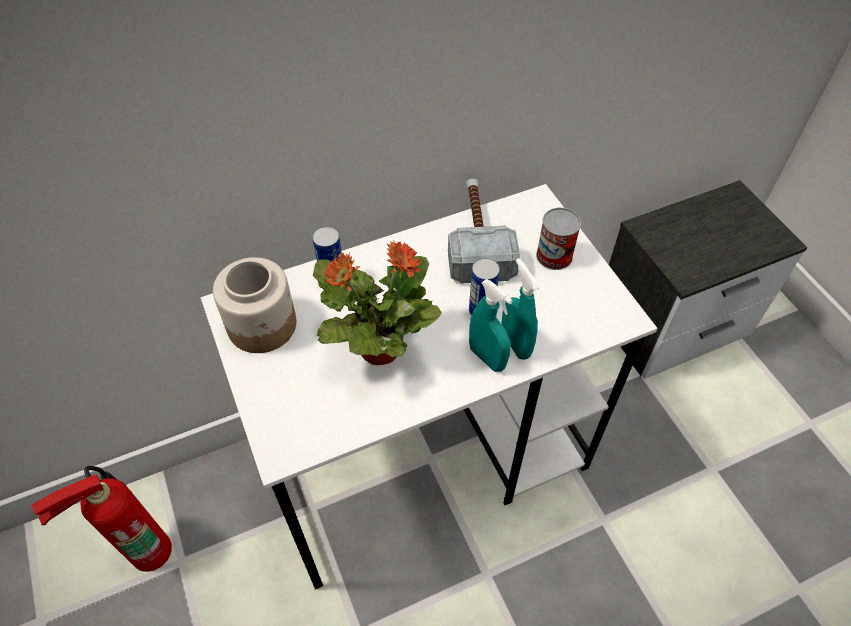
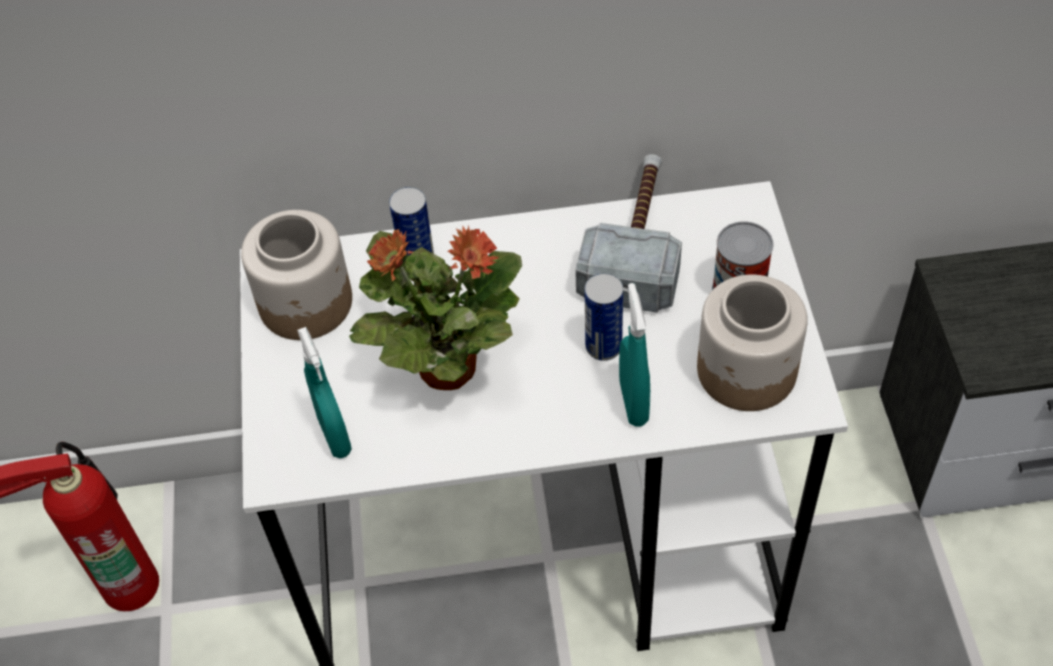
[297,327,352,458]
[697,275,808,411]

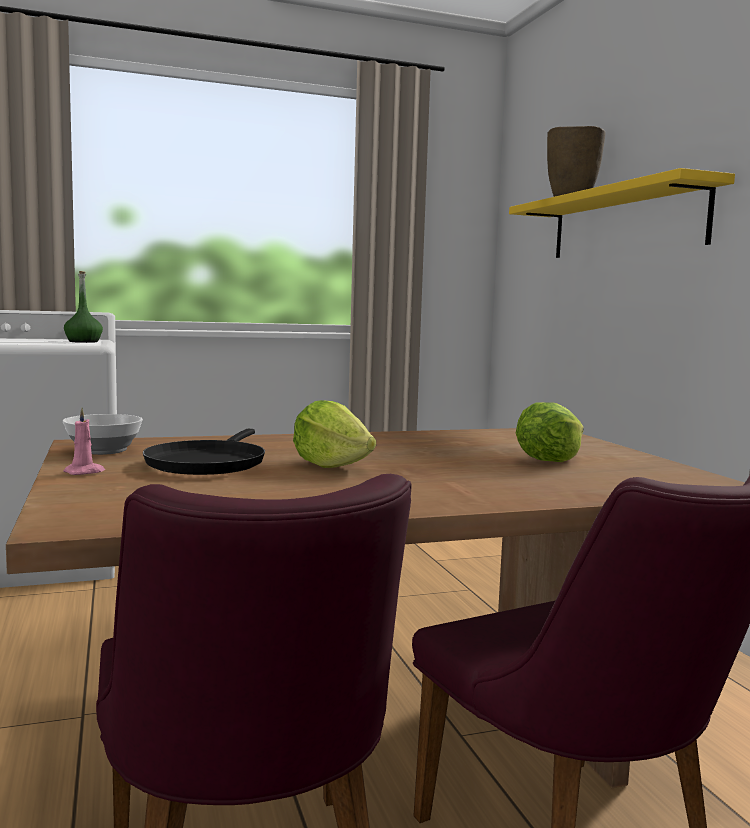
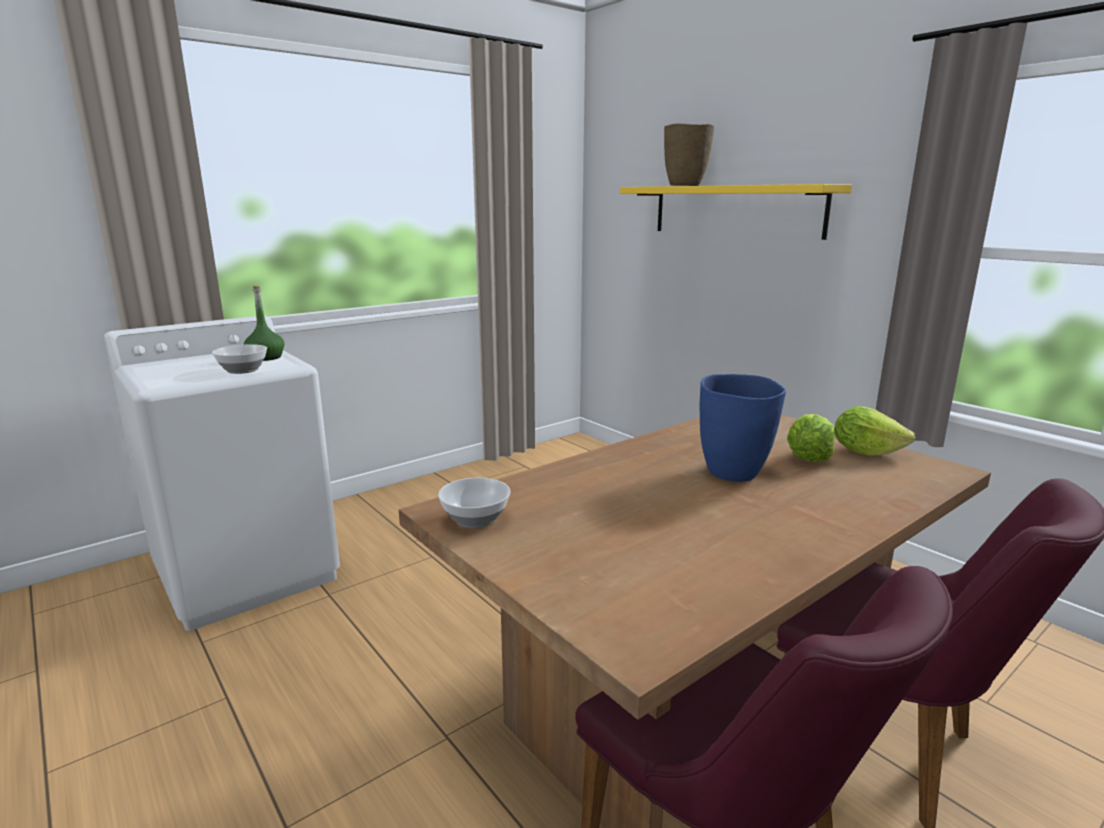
[63,408,105,475] (first image)
[143,429,265,475] (first image)
[834,406,915,456]
[212,344,267,374]
[700,374,786,482]

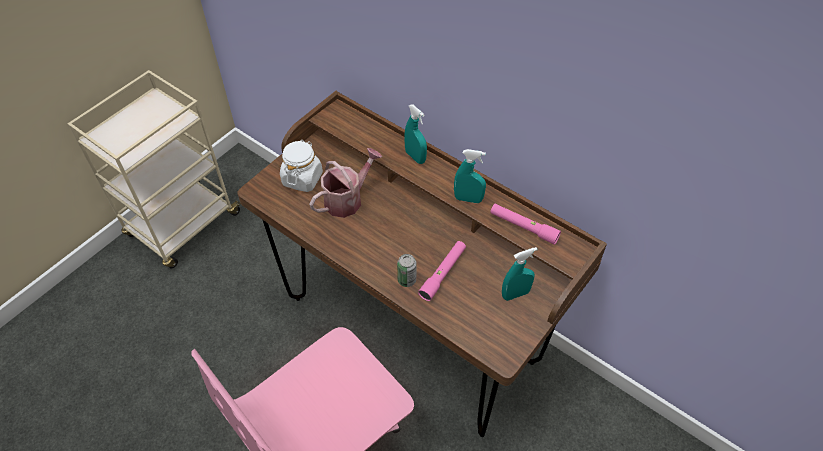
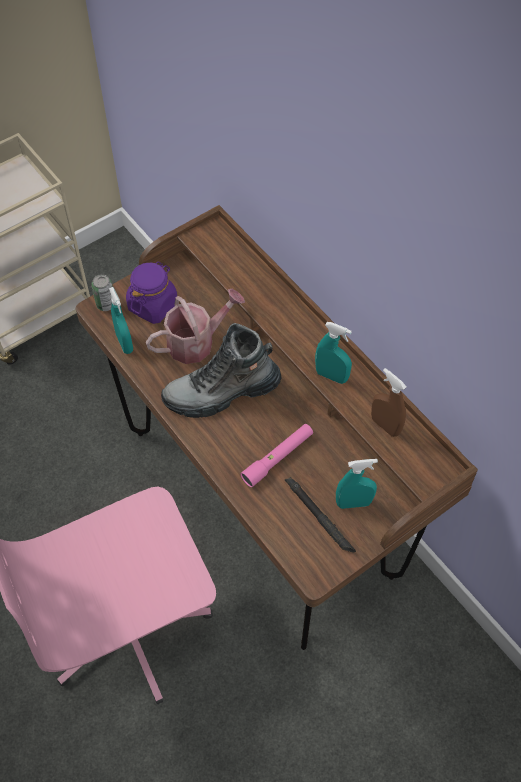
[126,261,177,324]
[91,274,113,311]
[109,287,133,354]
[371,368,407,437]
[161,323,282,418]
[285,477,356,552]

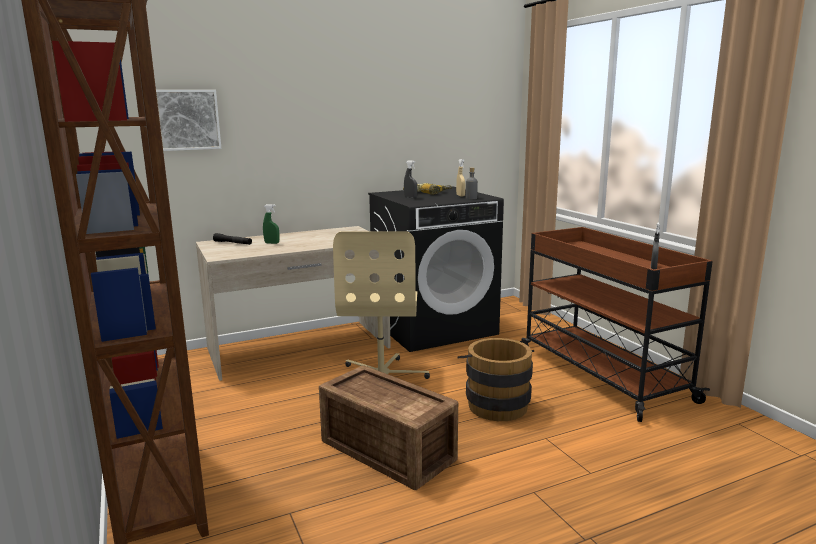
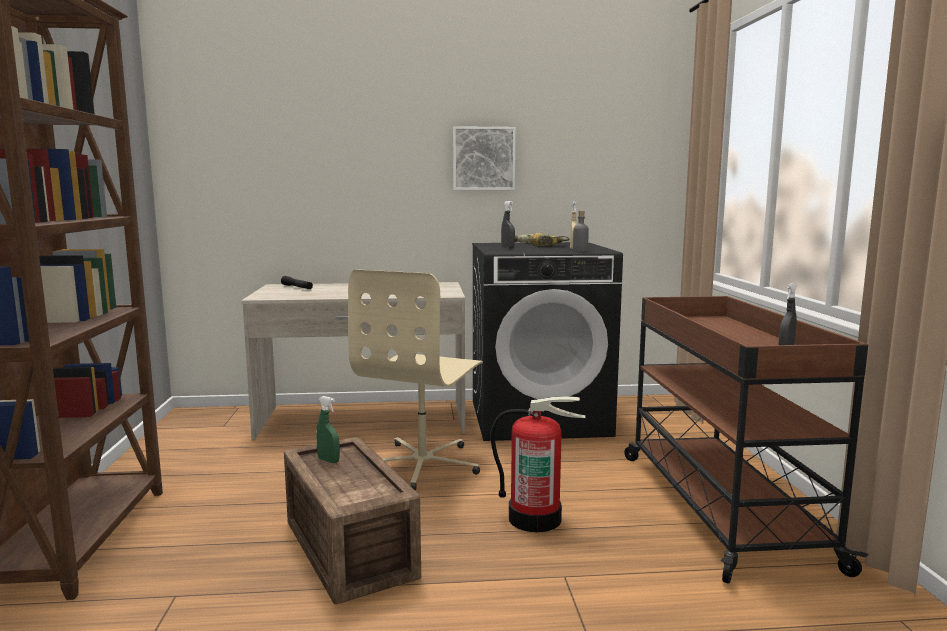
[453,126,516,190]
[316,396,340,463]
[490,396,586,533]

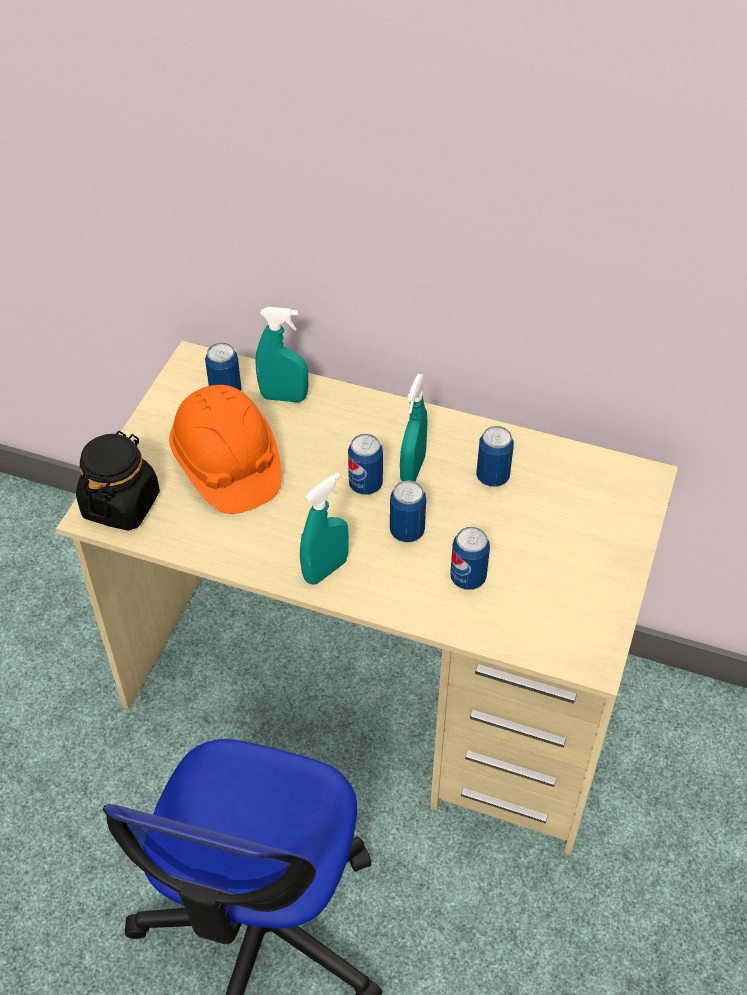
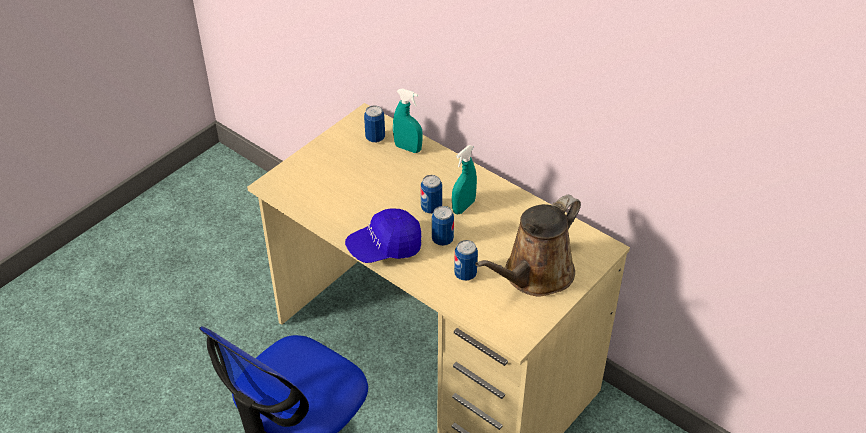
[76,431,160,531] (first image)
[169,385,282,514] (first image)
[345,208,421,263]
[476,426,514,487] (first image)
[475,195,581,296]

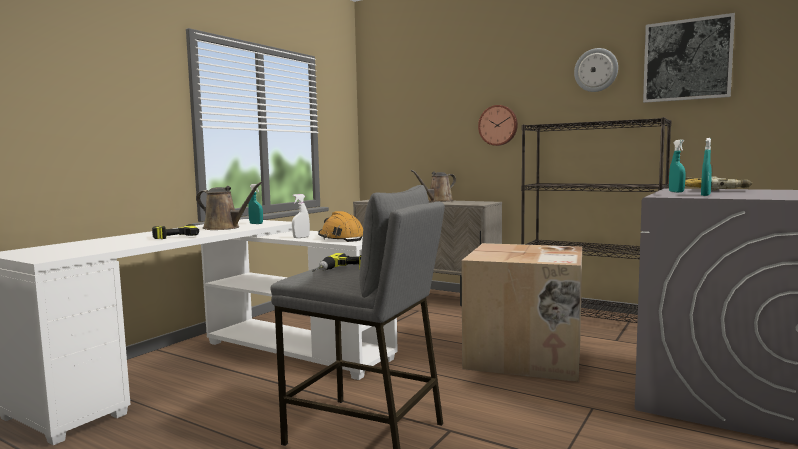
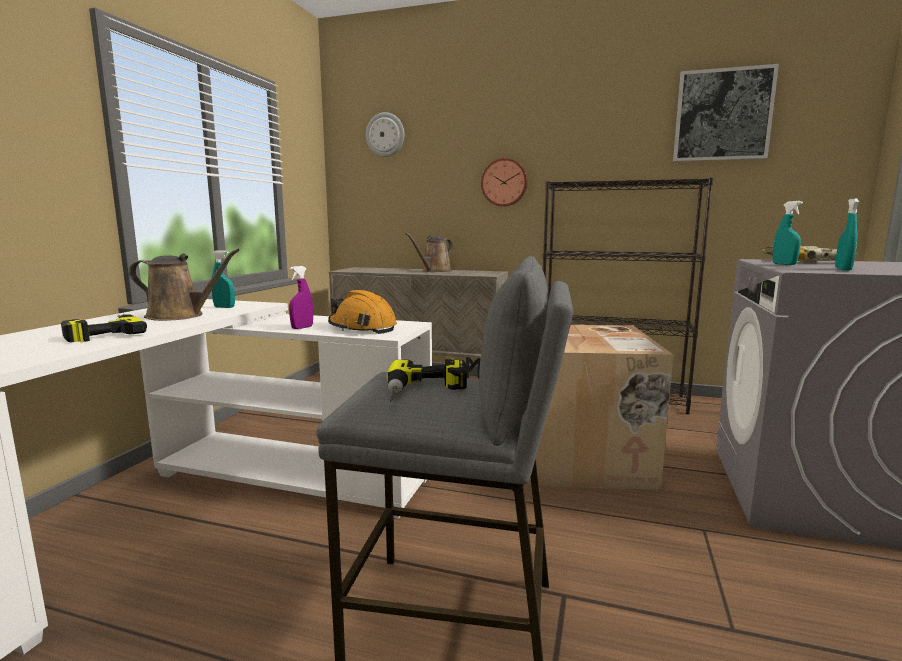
[289,266,313,329]
[366,112,404,157]

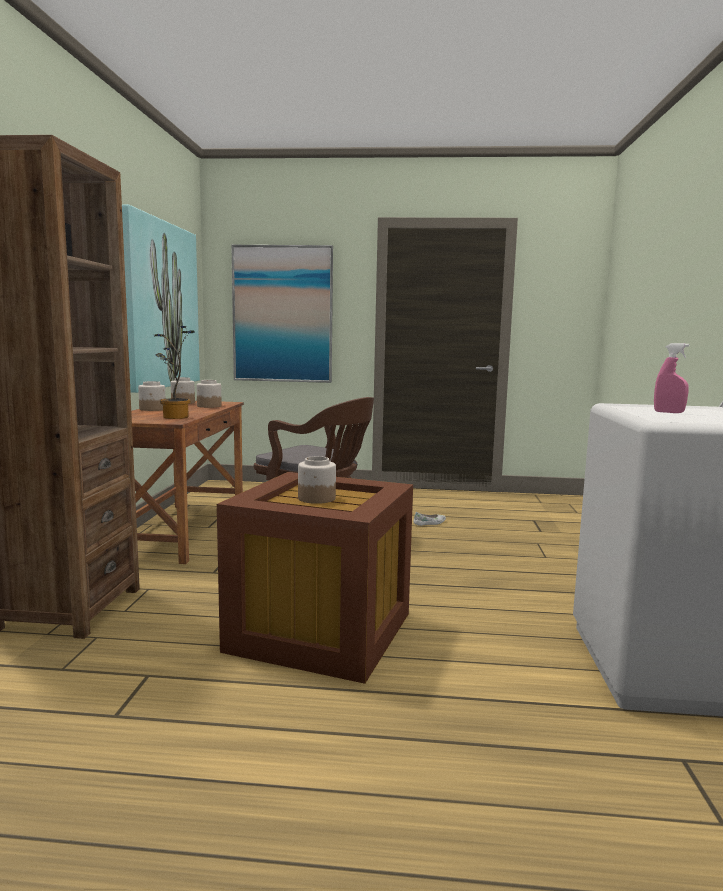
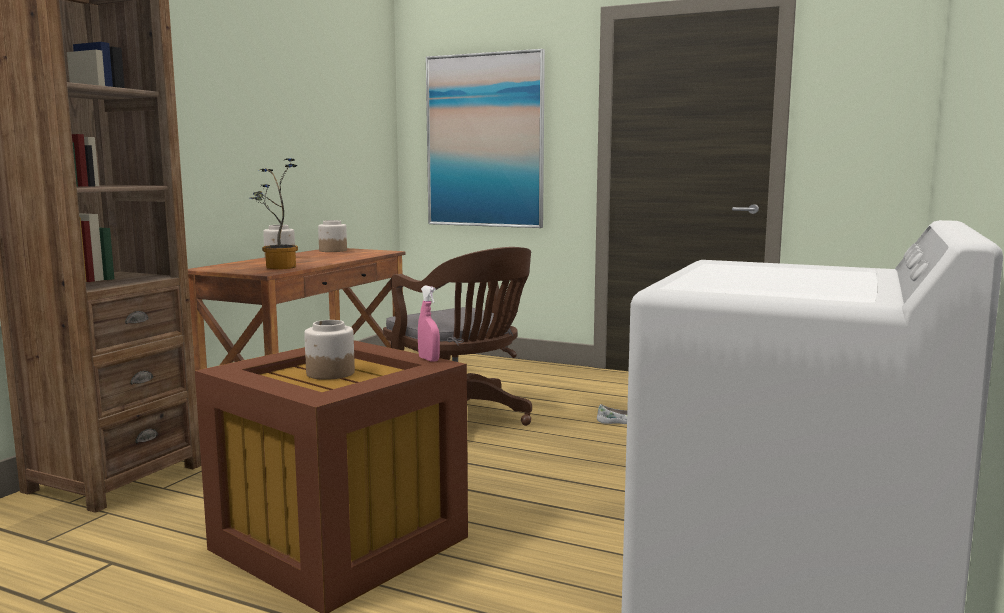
[122,204,200,393] (first image)
[196,380,222,408] (first image)
[418,286,440,362]

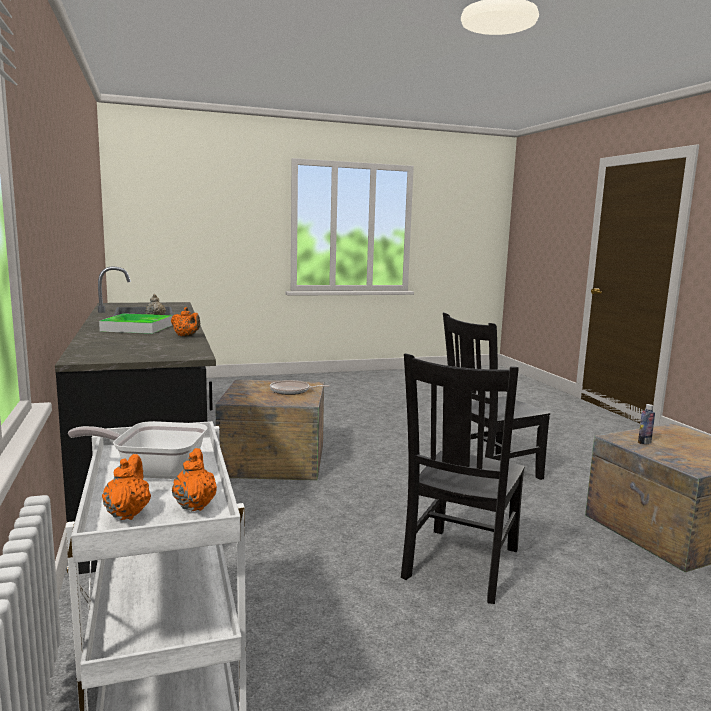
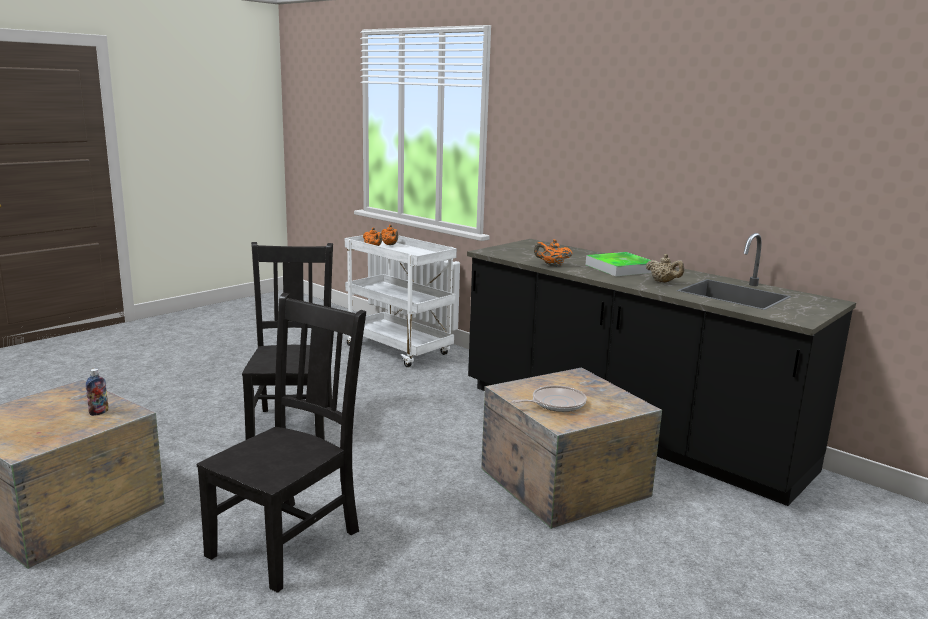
[68,421,208,479] (first image)

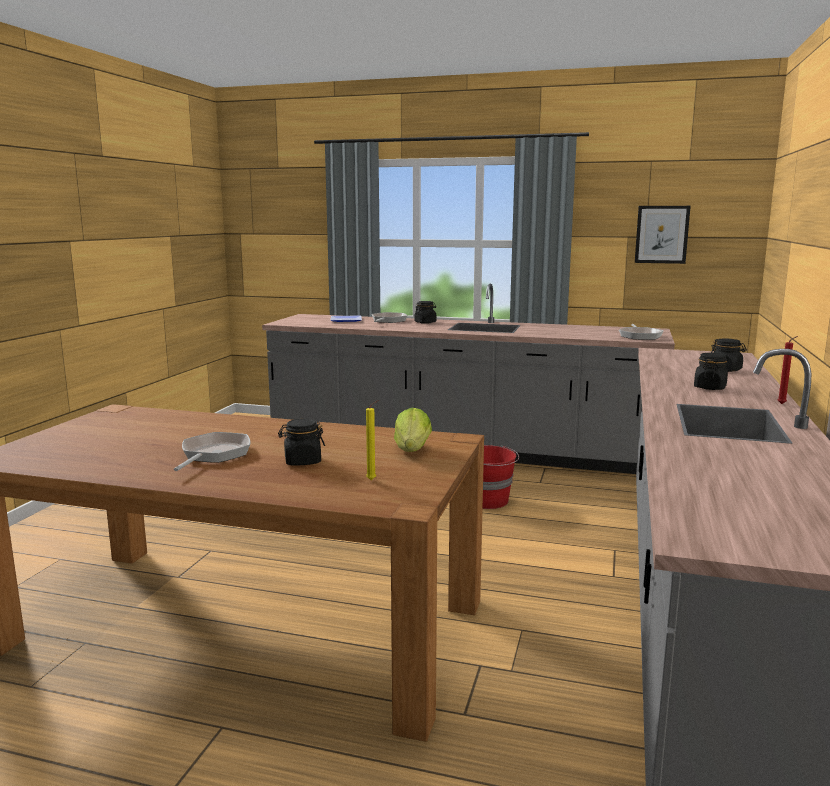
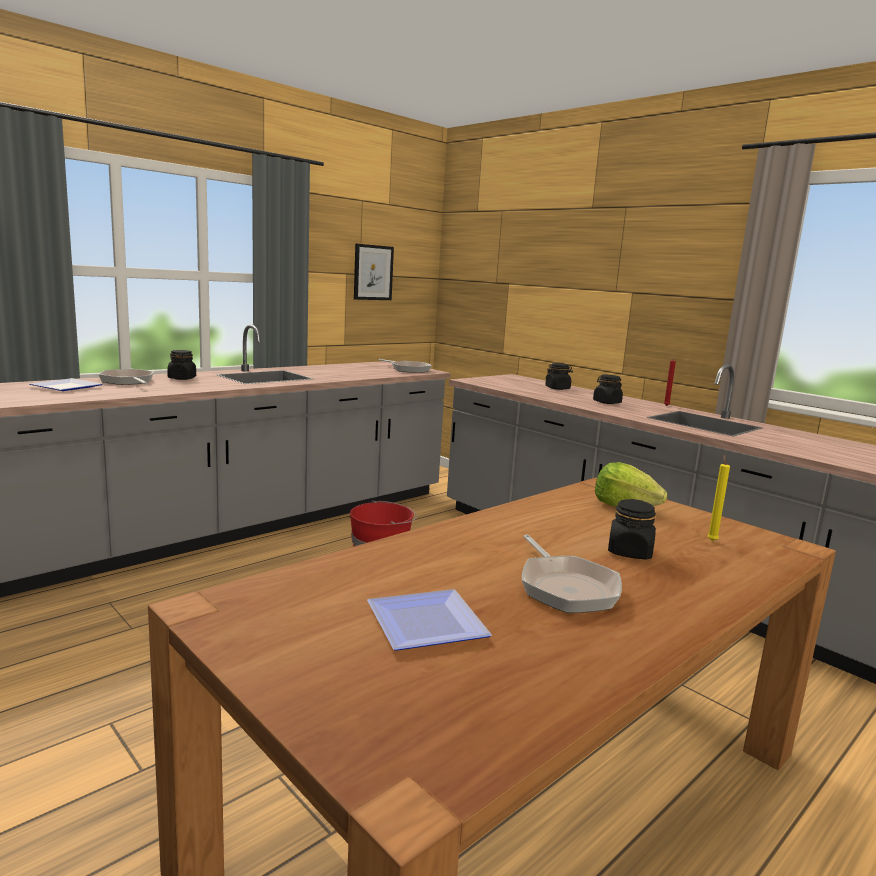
[522,535,622,613]
[367,589,492,651]

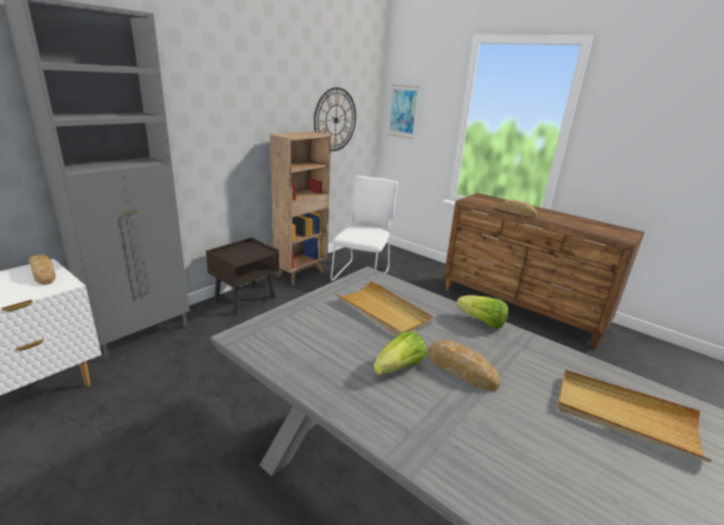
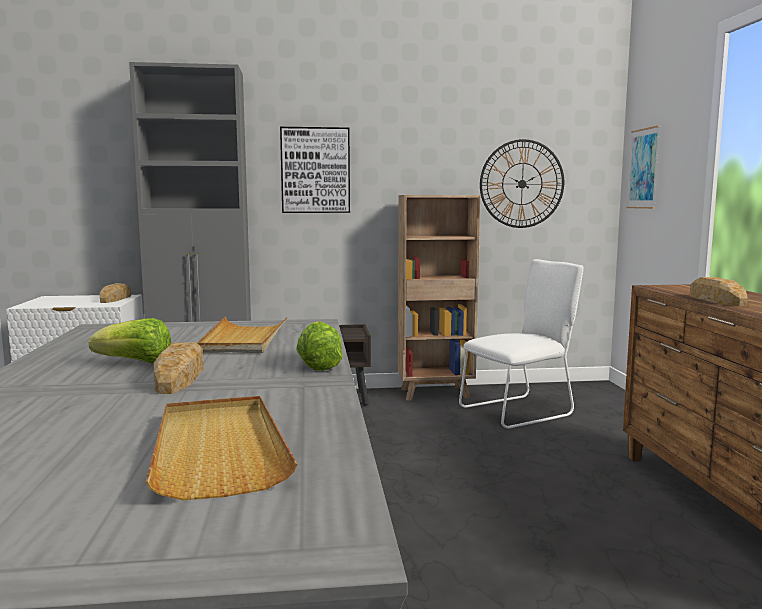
[280,127,350,213]

